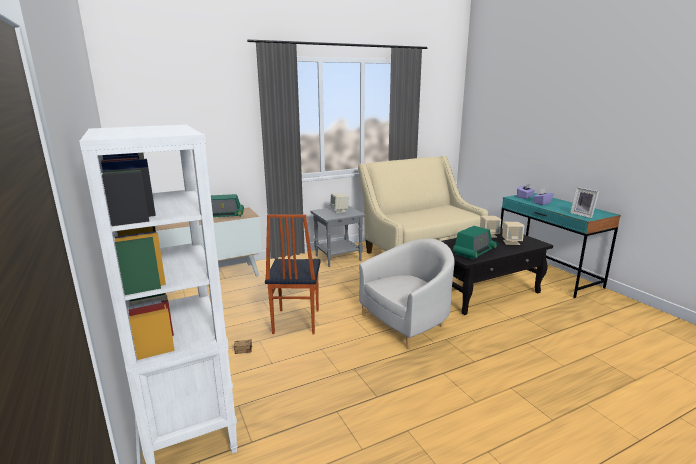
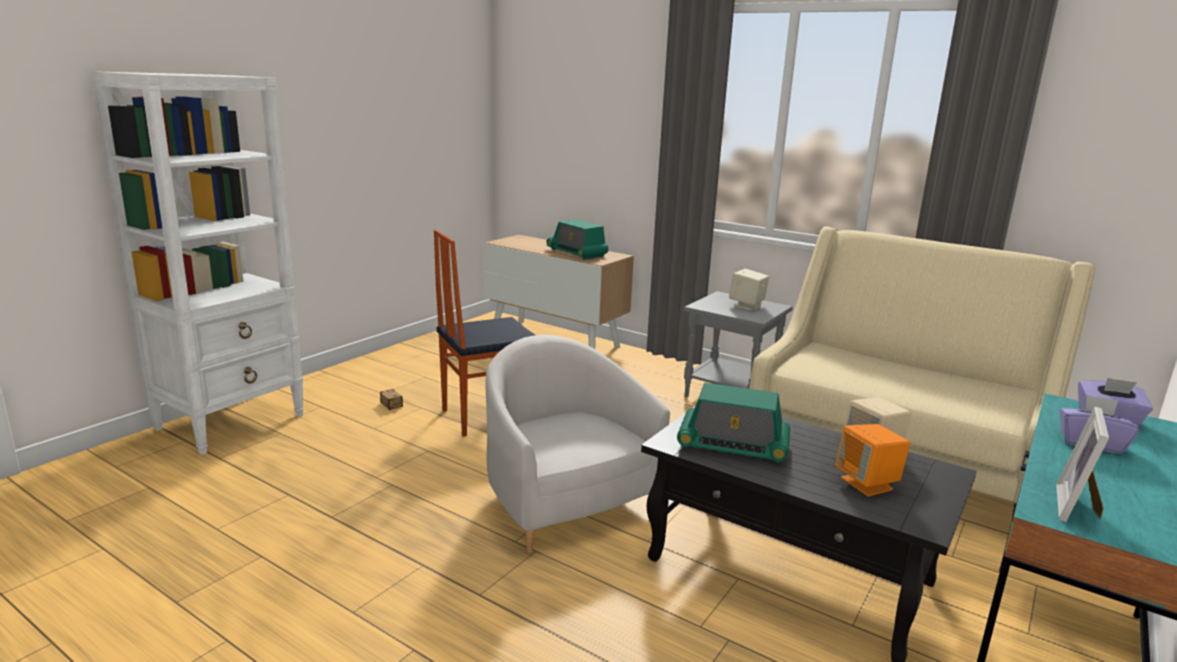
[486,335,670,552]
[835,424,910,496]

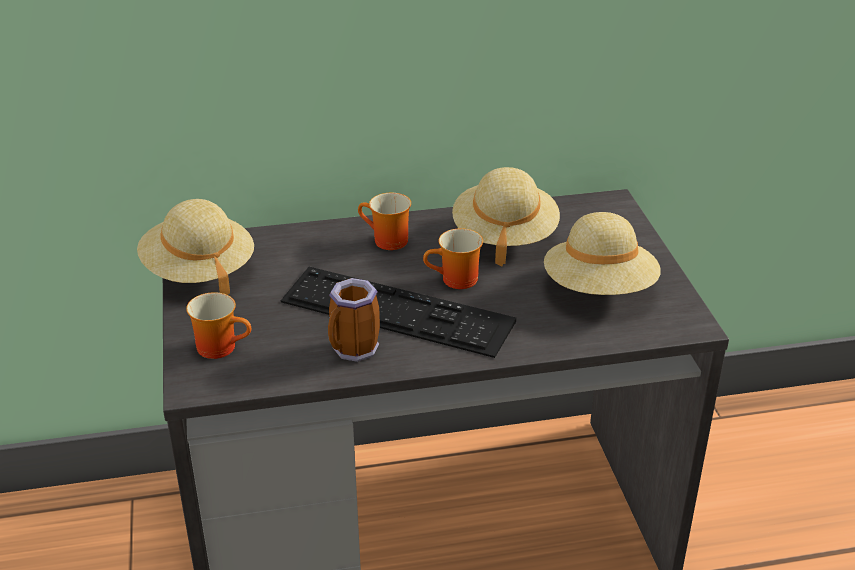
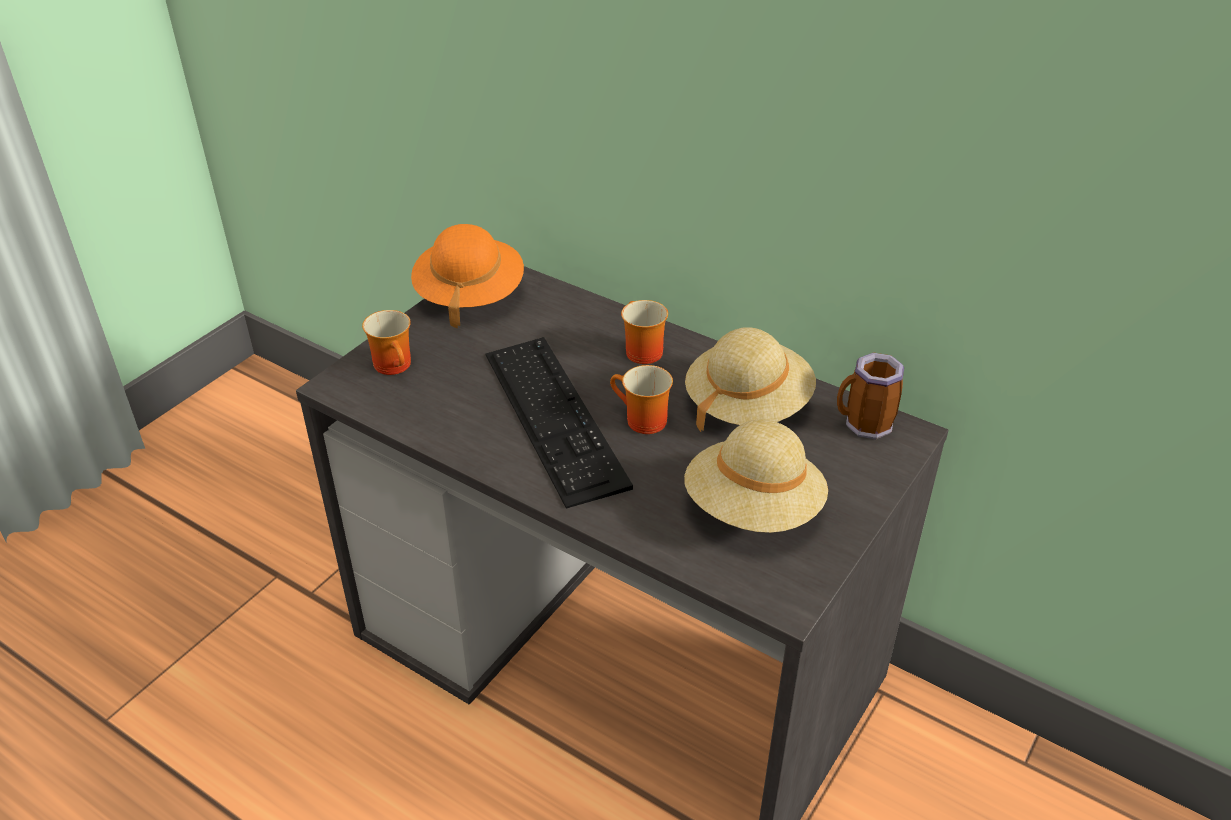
[411,224,524,328]
[837,353,904,439]

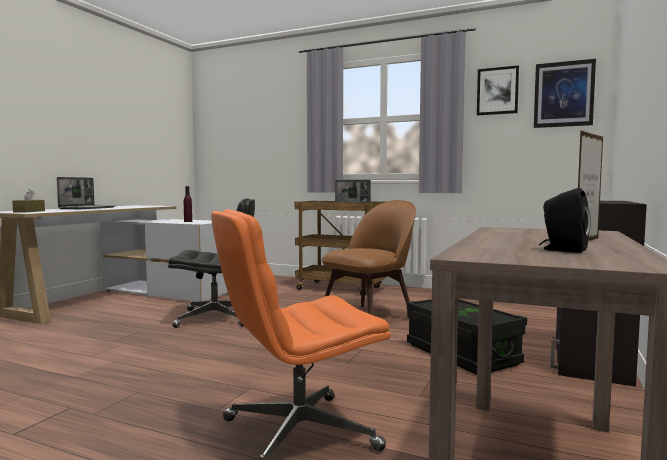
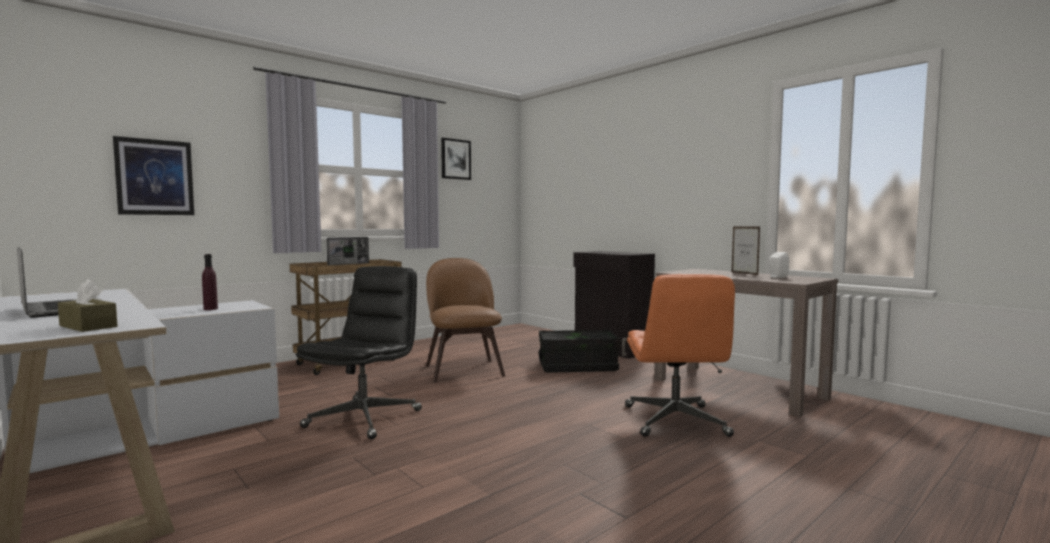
[113,136,194,215]
[769,252,789,278]

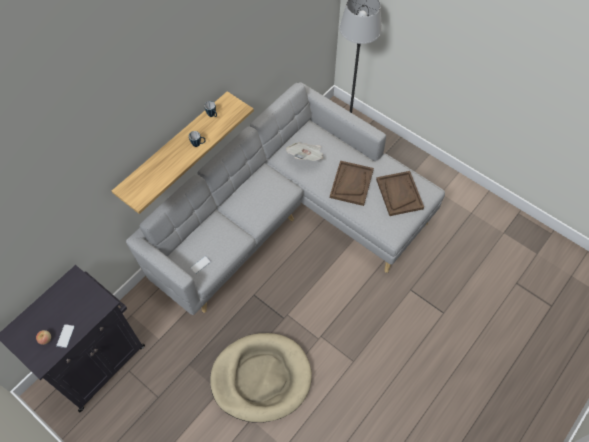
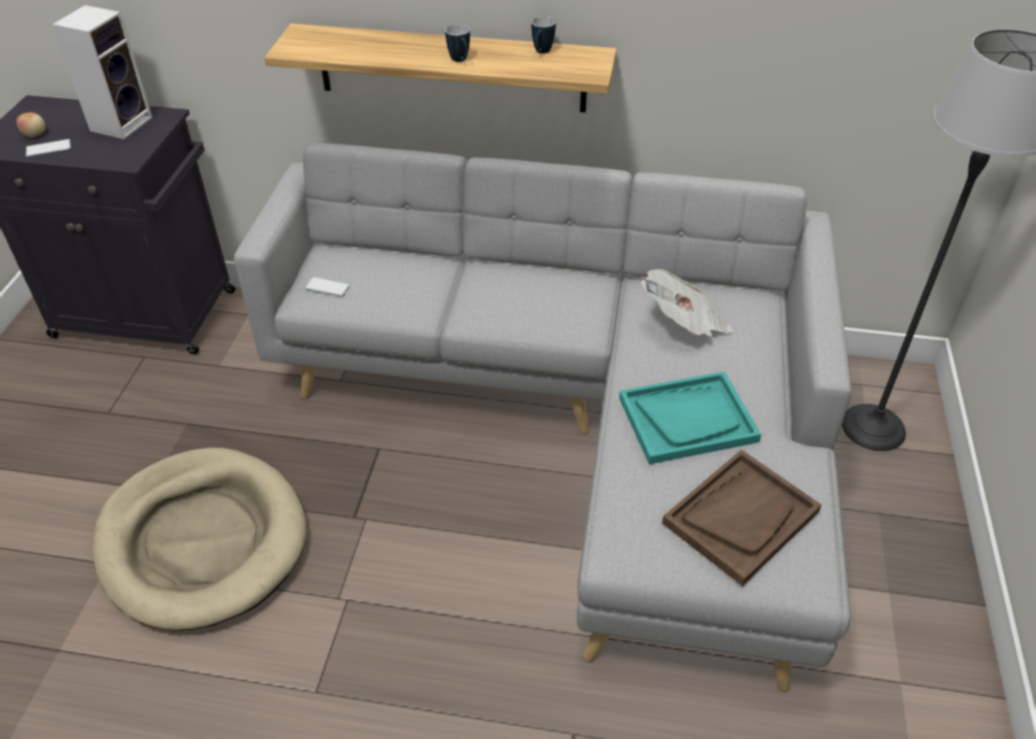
[619,371,761,464]
[52,5,153,139]

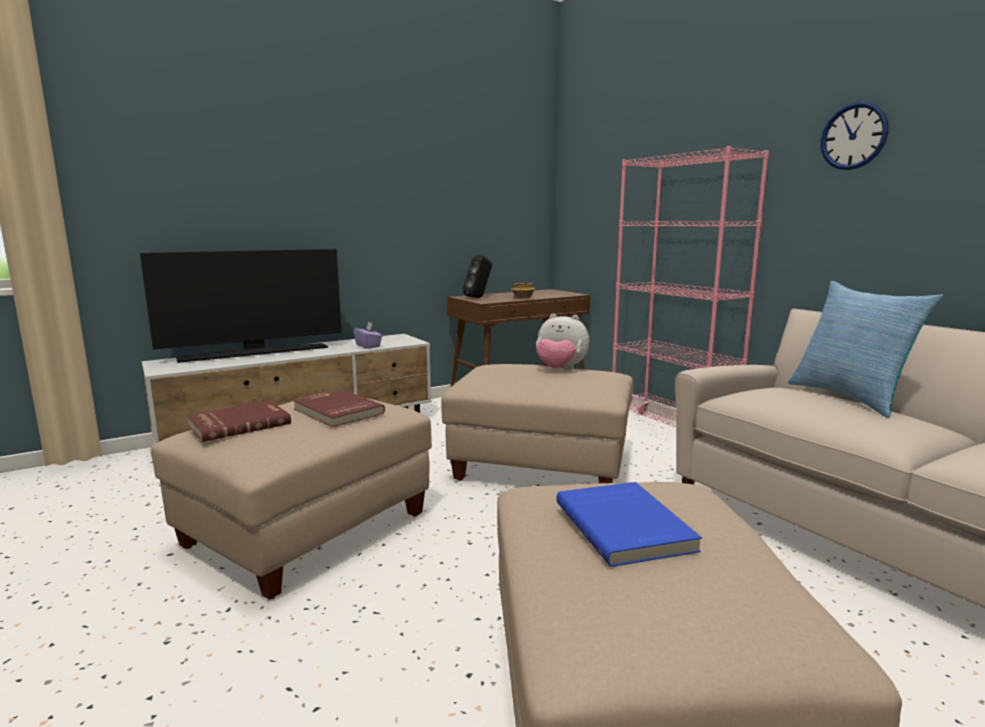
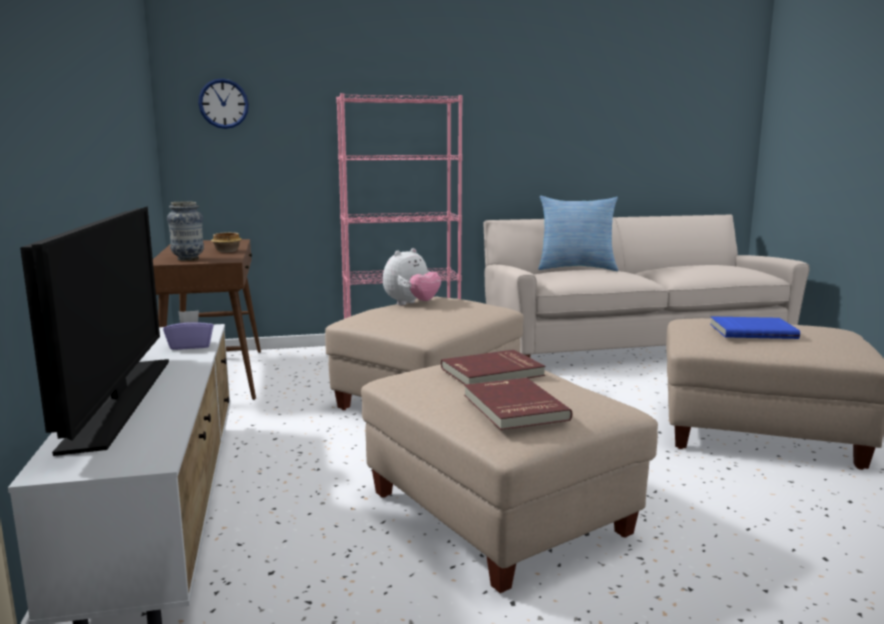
[167,201,204,261]
[198,78,249,129]

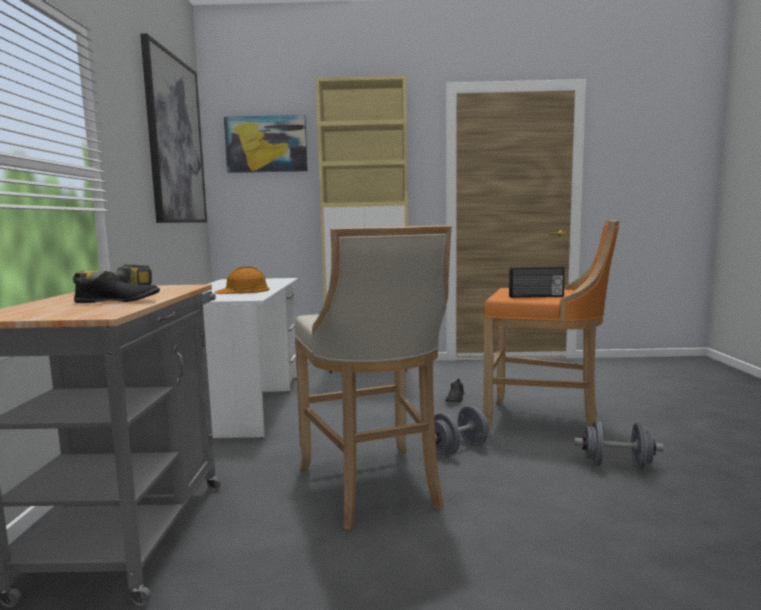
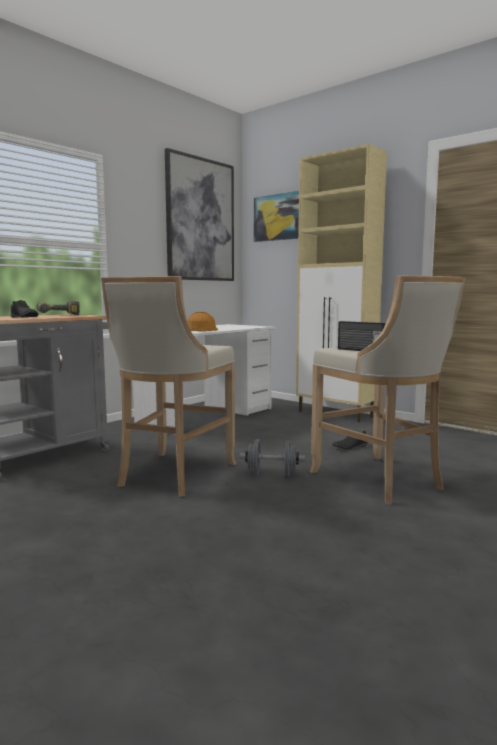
[309,276,465,504]
[574,421,664,469] (first image)

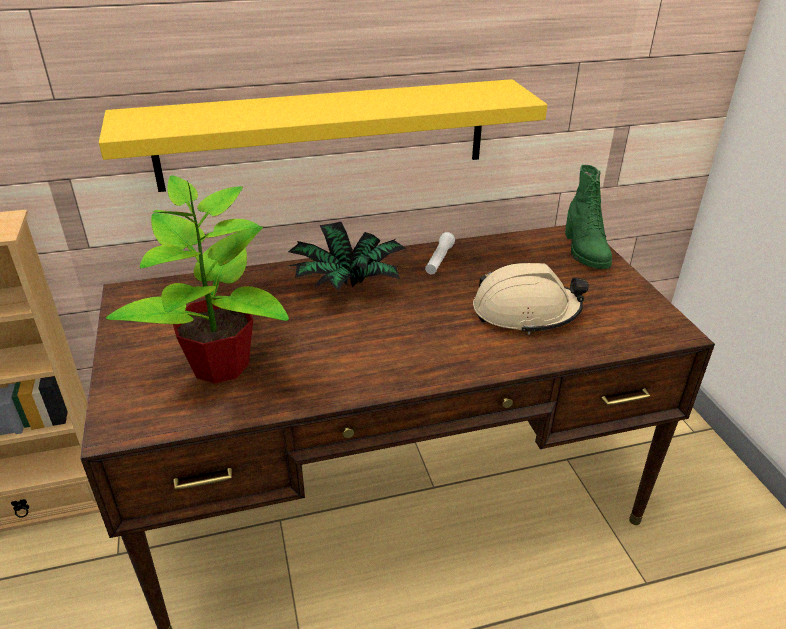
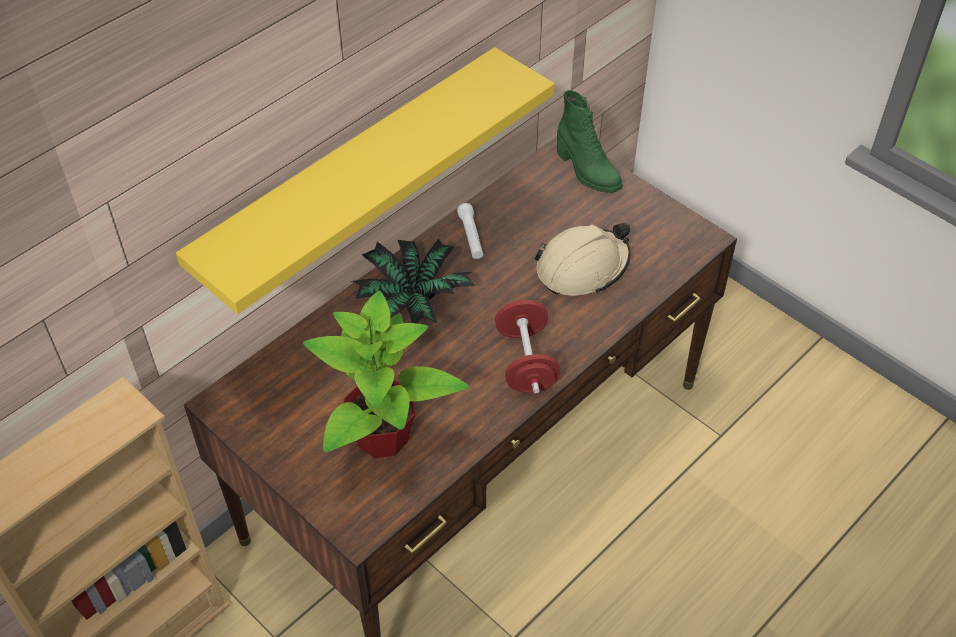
[495,300,560,393]

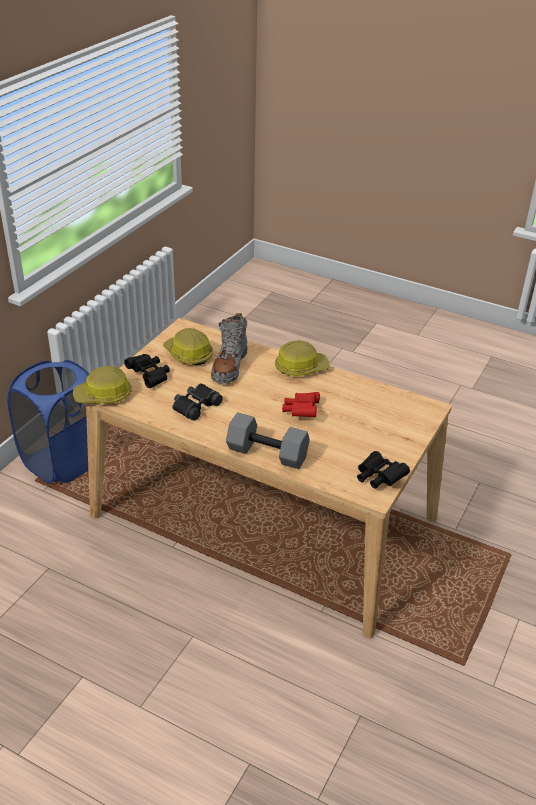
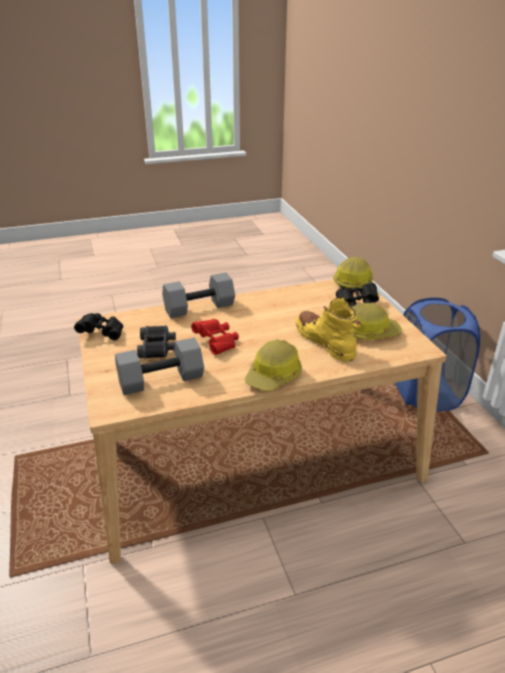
[137,325,176,359]
[296,298,361,362]
[115,338,204,395]

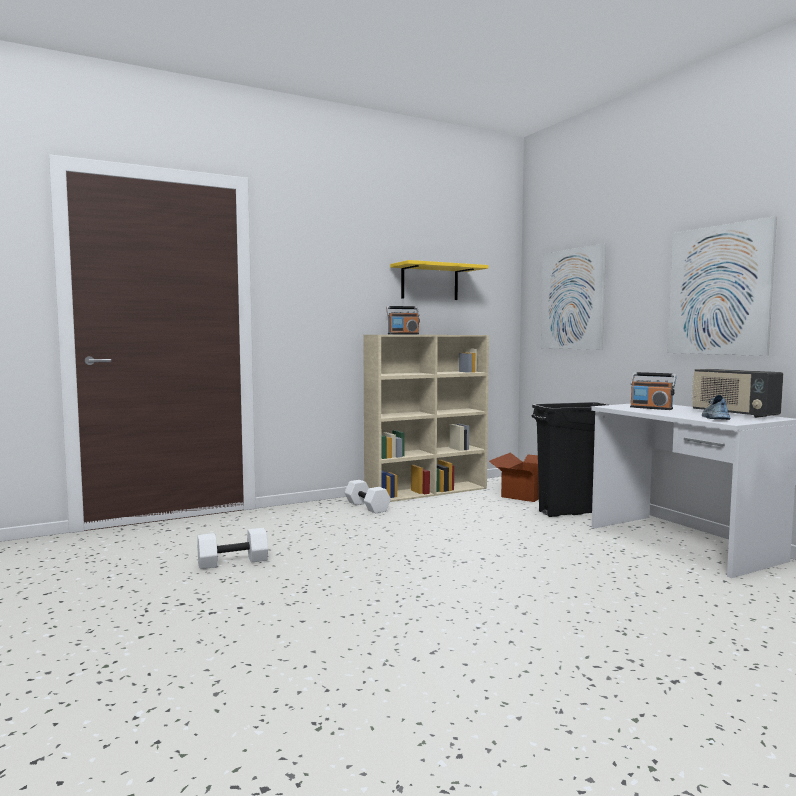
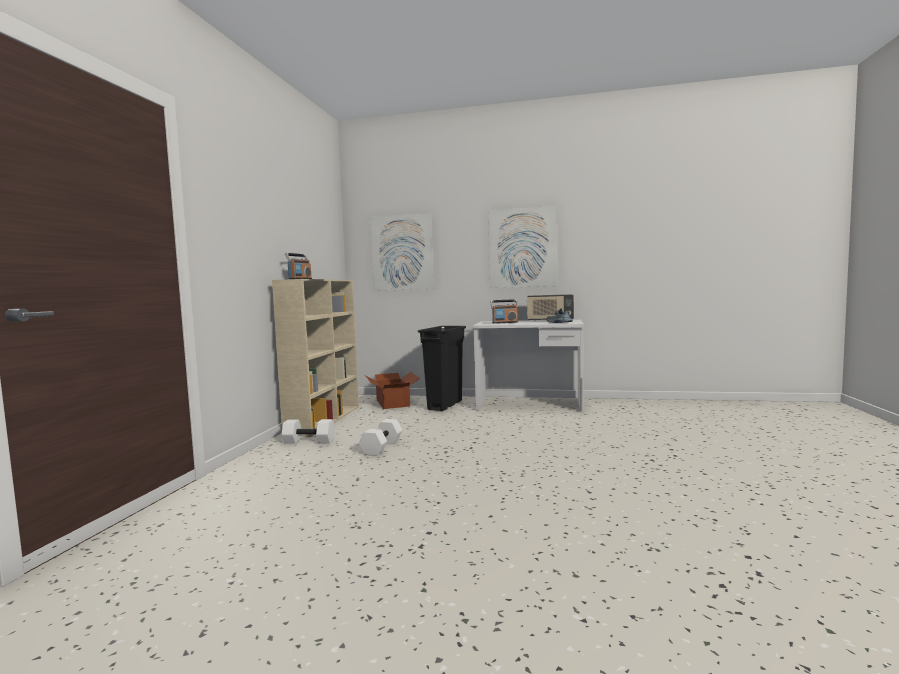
[359,419,402,456]
[390,260,489,300] (first image)

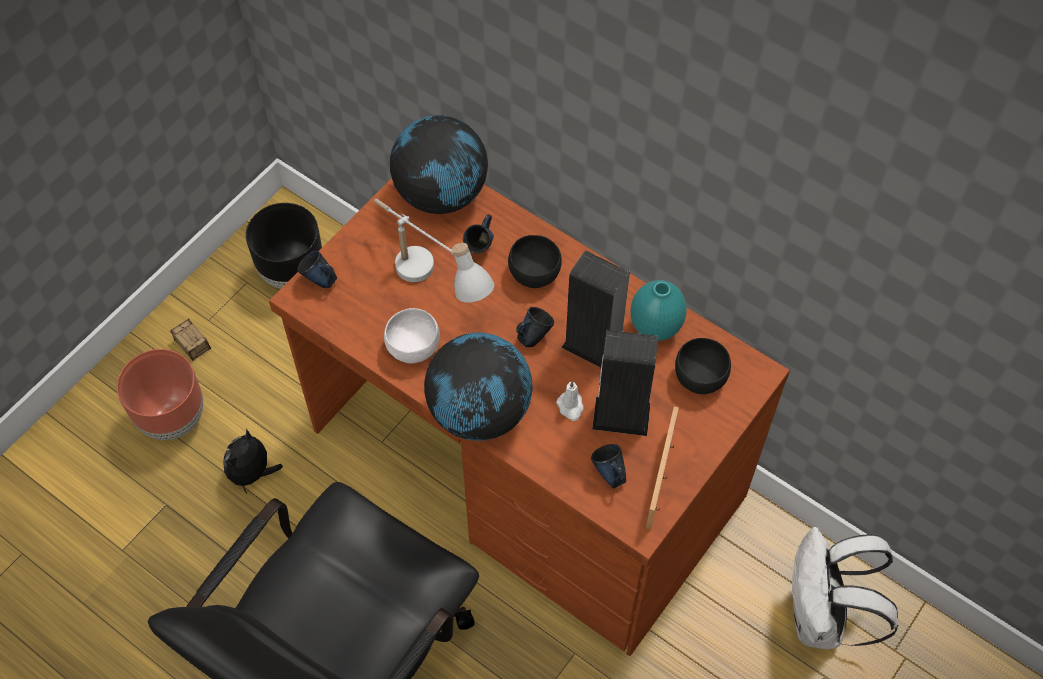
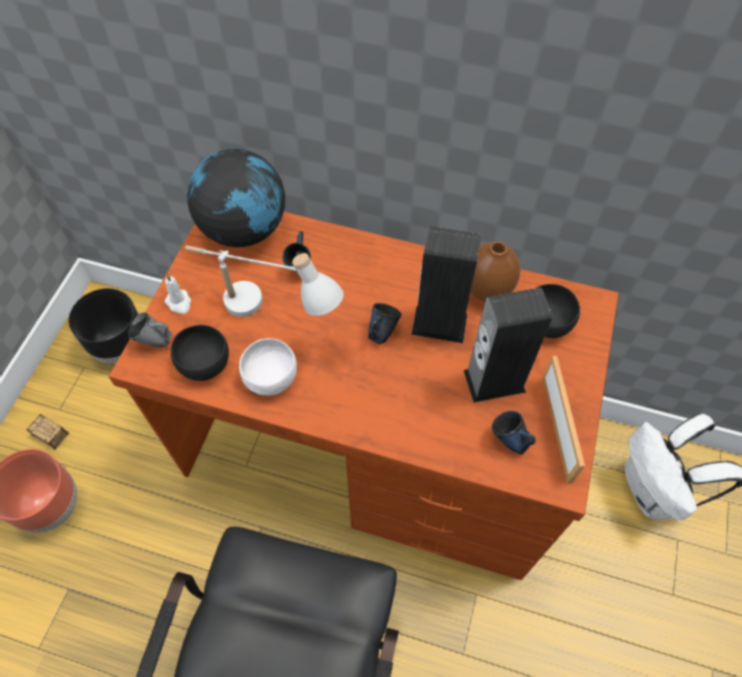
[224,428,283,493] (first image)
[128,312,172,348]
[424,332,533,441] (first image)
[171,325,229,381]
[165,274,191,314]
[471,241,520,302]

